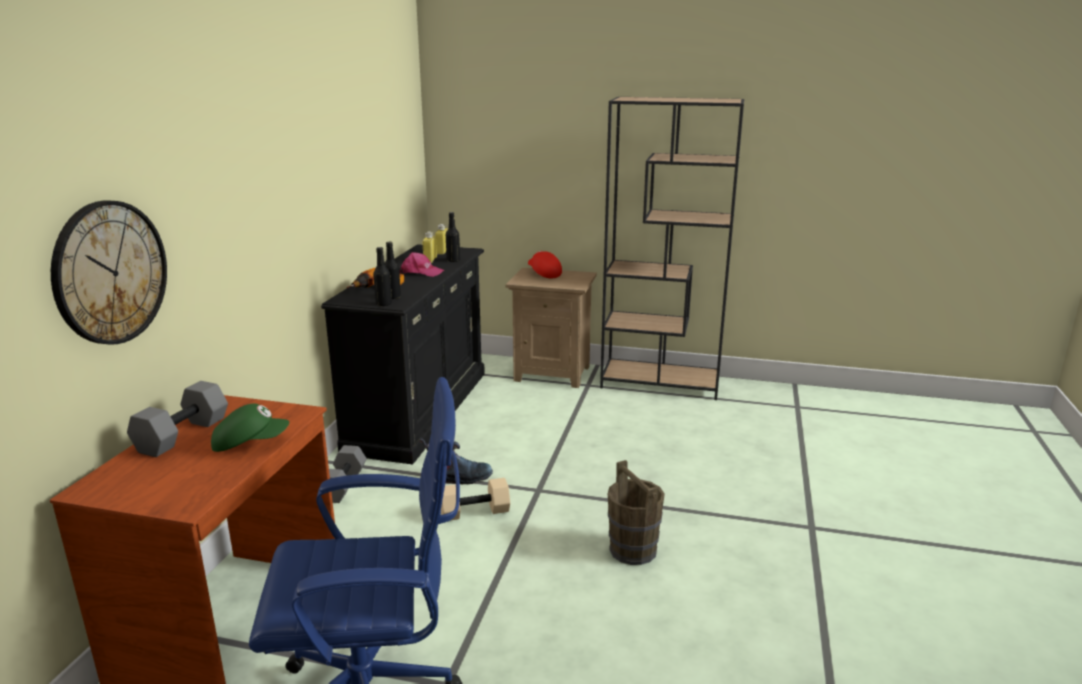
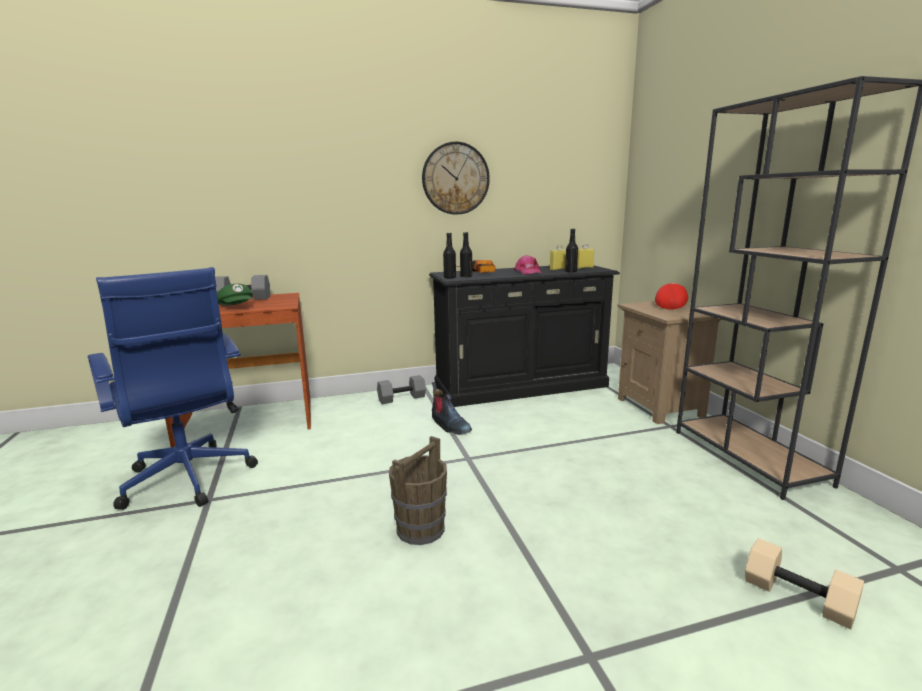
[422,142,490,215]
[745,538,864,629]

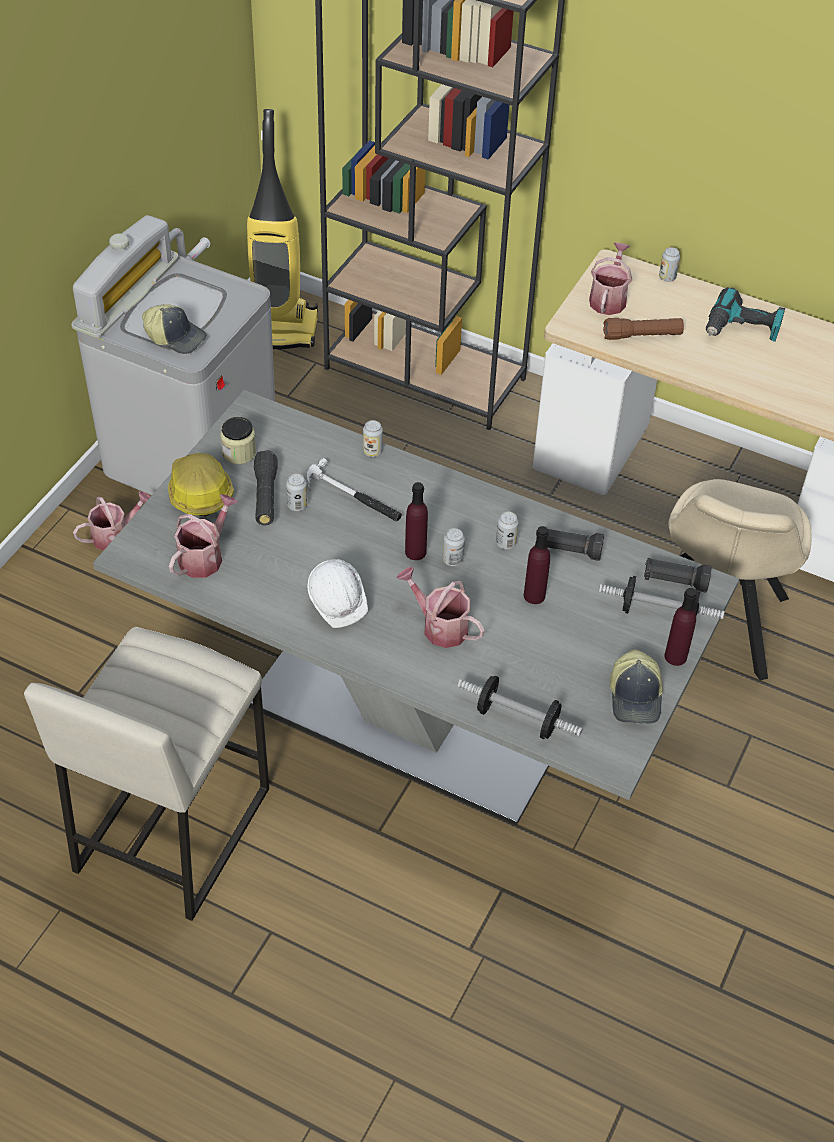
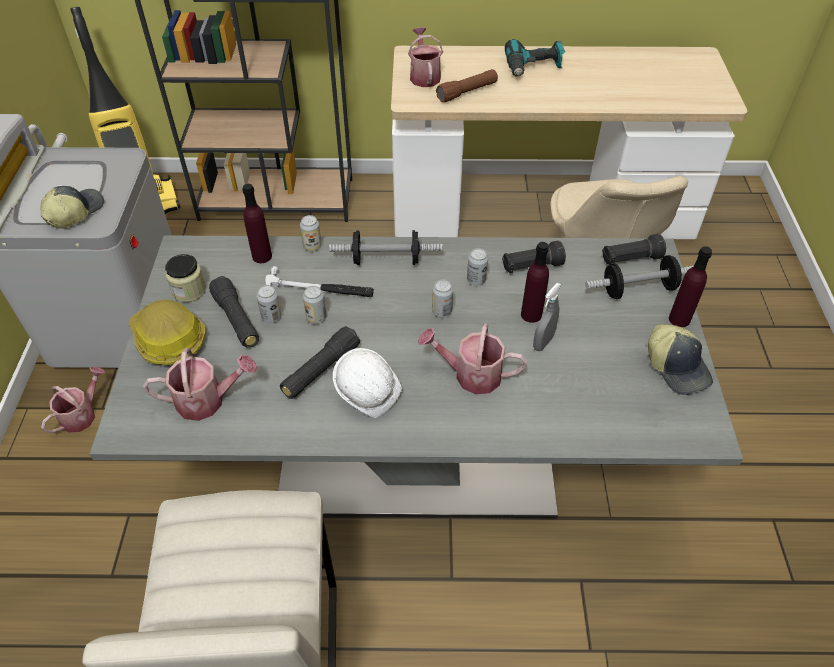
[40,186,104,229]
[143,348,257,421]
[242,184,272,263]
[329,230,443,265]
[303,286,326,324]
[280,326,360,399]
[533,283,561,351]

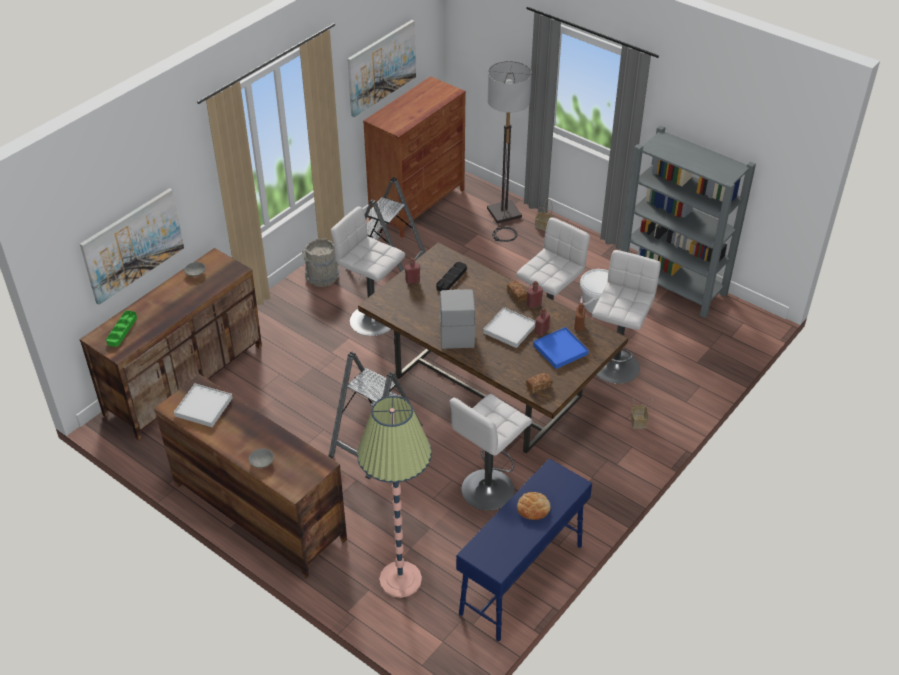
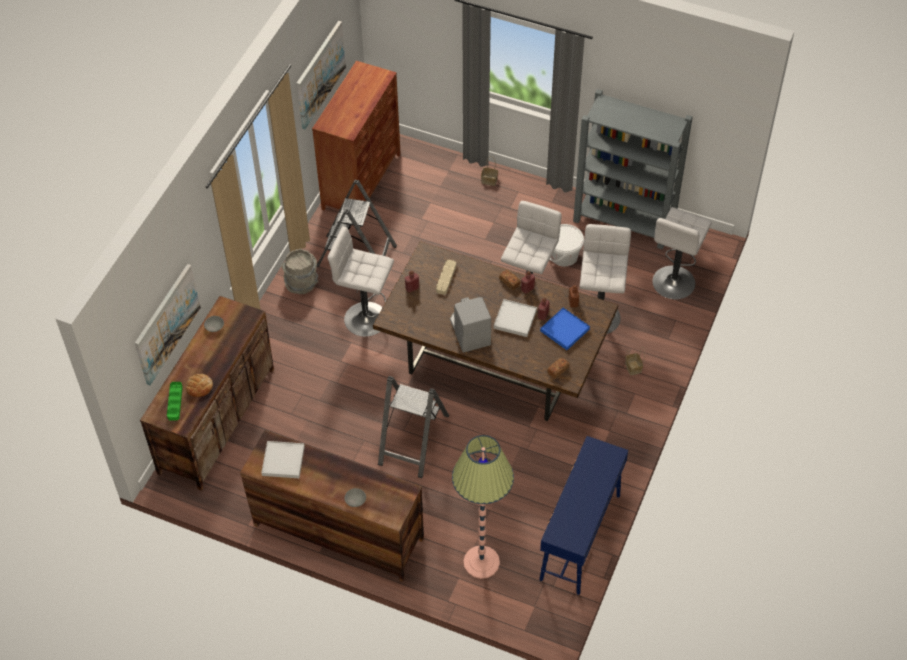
[436,260,456,295]
[652,207,712,299]
[487,61,532,242] (first image)
[186,374,213,397]

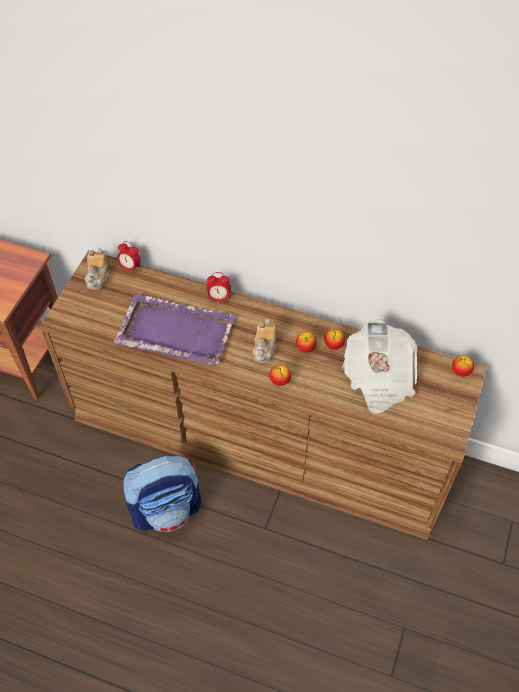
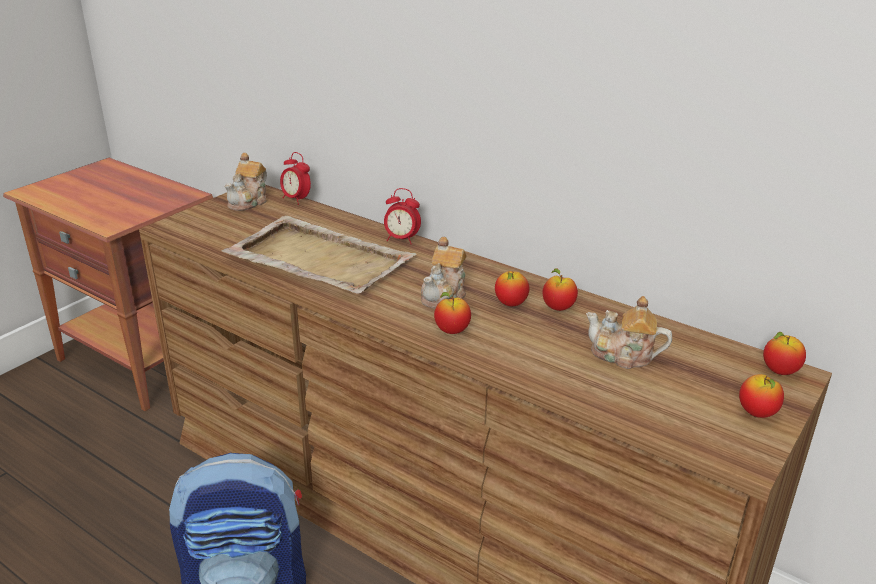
[221,215,416,294]
[586,296,672,369]
[739,374,784,418]

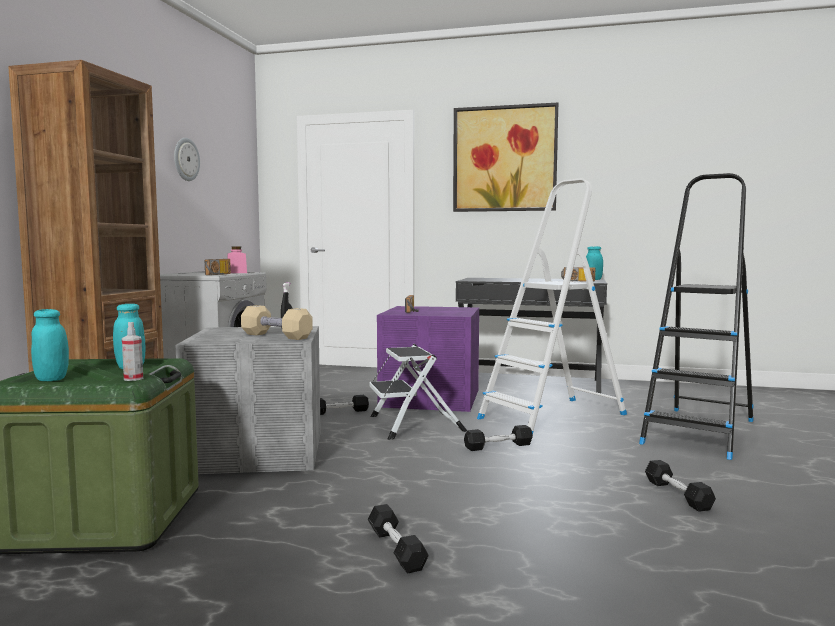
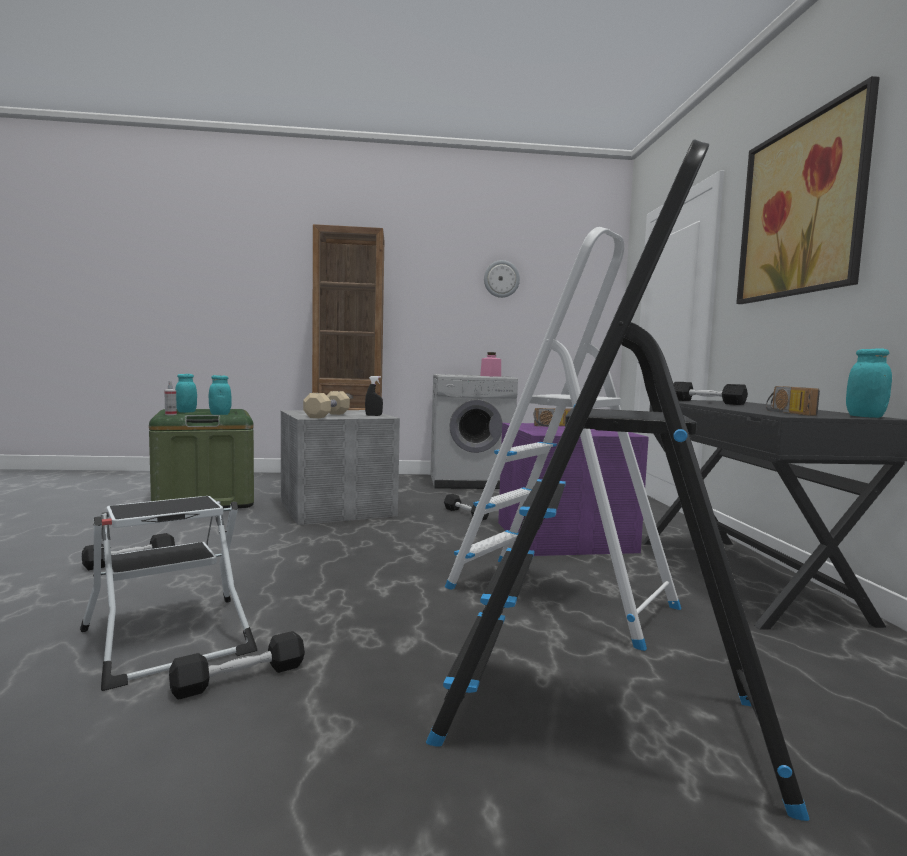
[205,259,231,275] (first image)
[80,496,257,691]
[673,382,748,405]

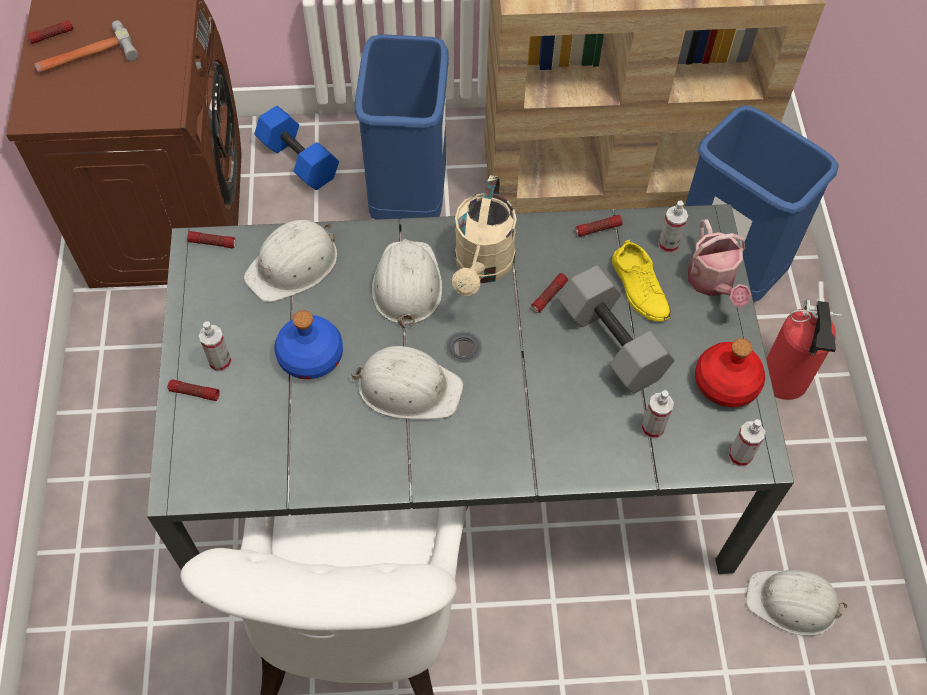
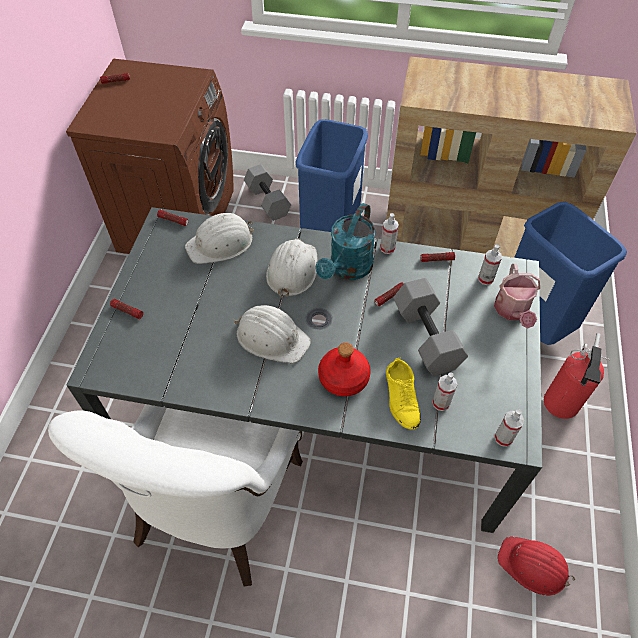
[34,21,138,73] (first image)
[380,213,399,254]
[244,164,291,221]
[275,310,343,379] (first image)
[316,203,375,280]
[386,358,421,429]
[318,343,371,396]
[497,536,575,596]

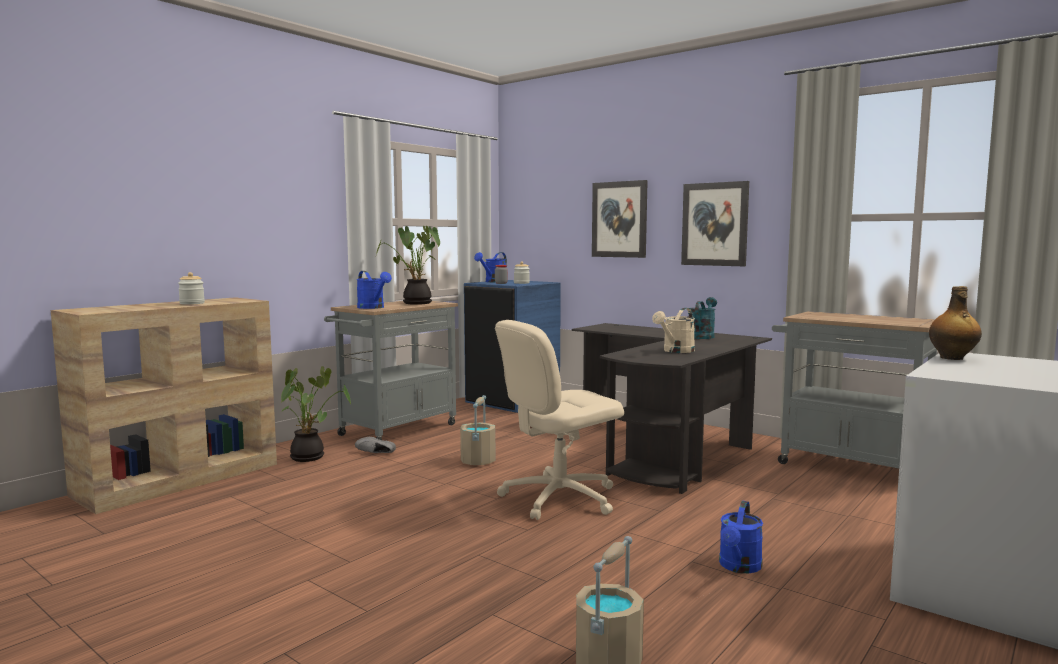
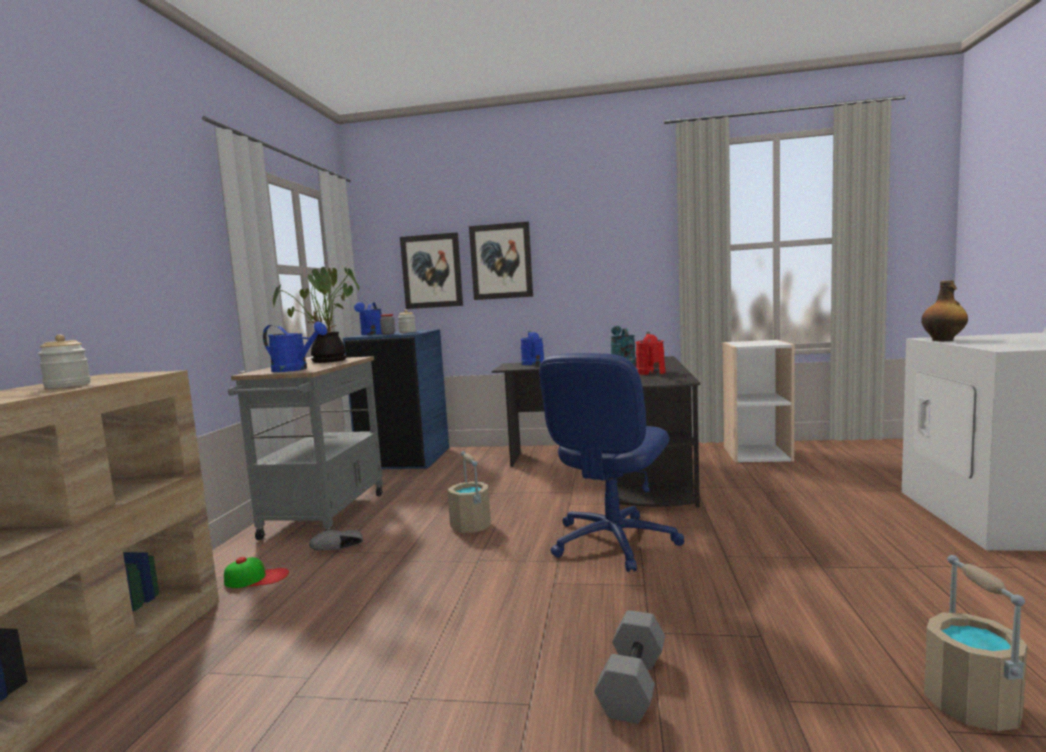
[224,557,289,588]
[539,353,684,572]
[635,332,666,375]
[400,232,463,309]
[520,331,544,365]
[723,340,795,462]
[594,610,665,724]

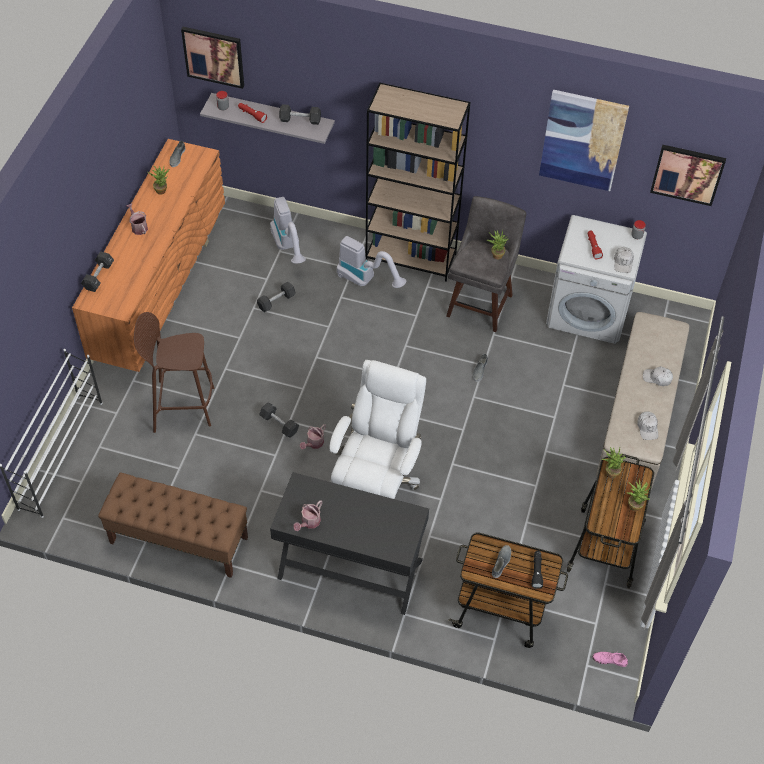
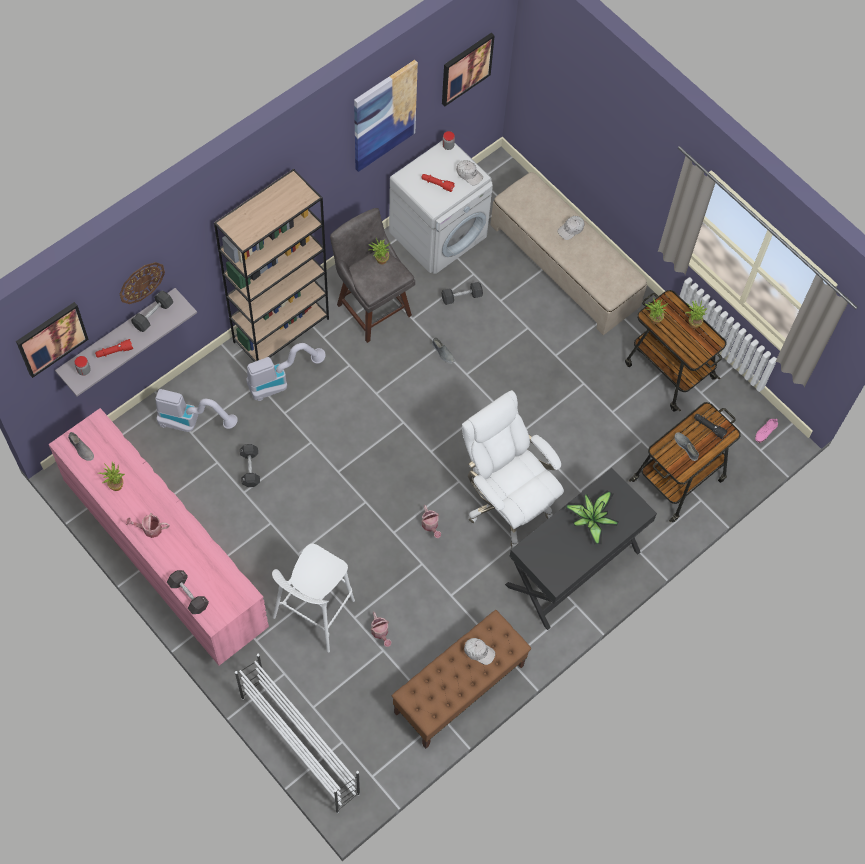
[49,408,269,666]
[272,544,355,652]
[441,282,483,305]
[371,612,391,647]
[464,638,495,665]
[120,262,165,304]
[565,491,619,544]

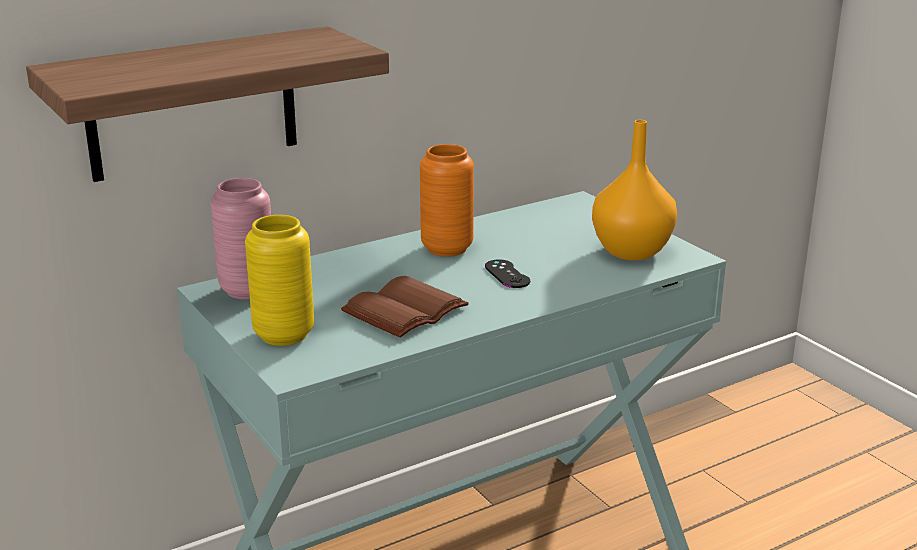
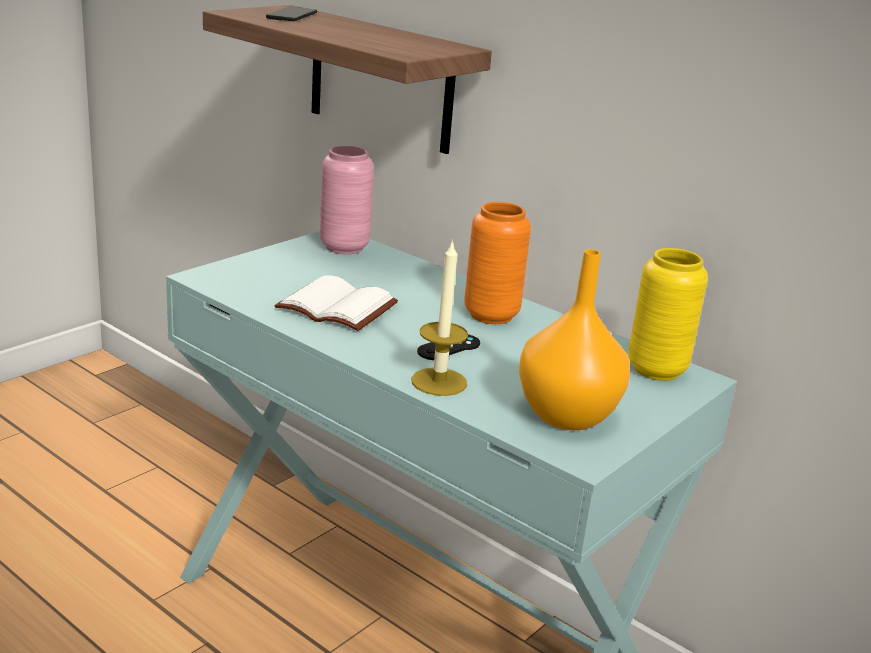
[628,248,708,381]
[274,275,398,331]
[266,7,317,21]
[411,239,468,396]

